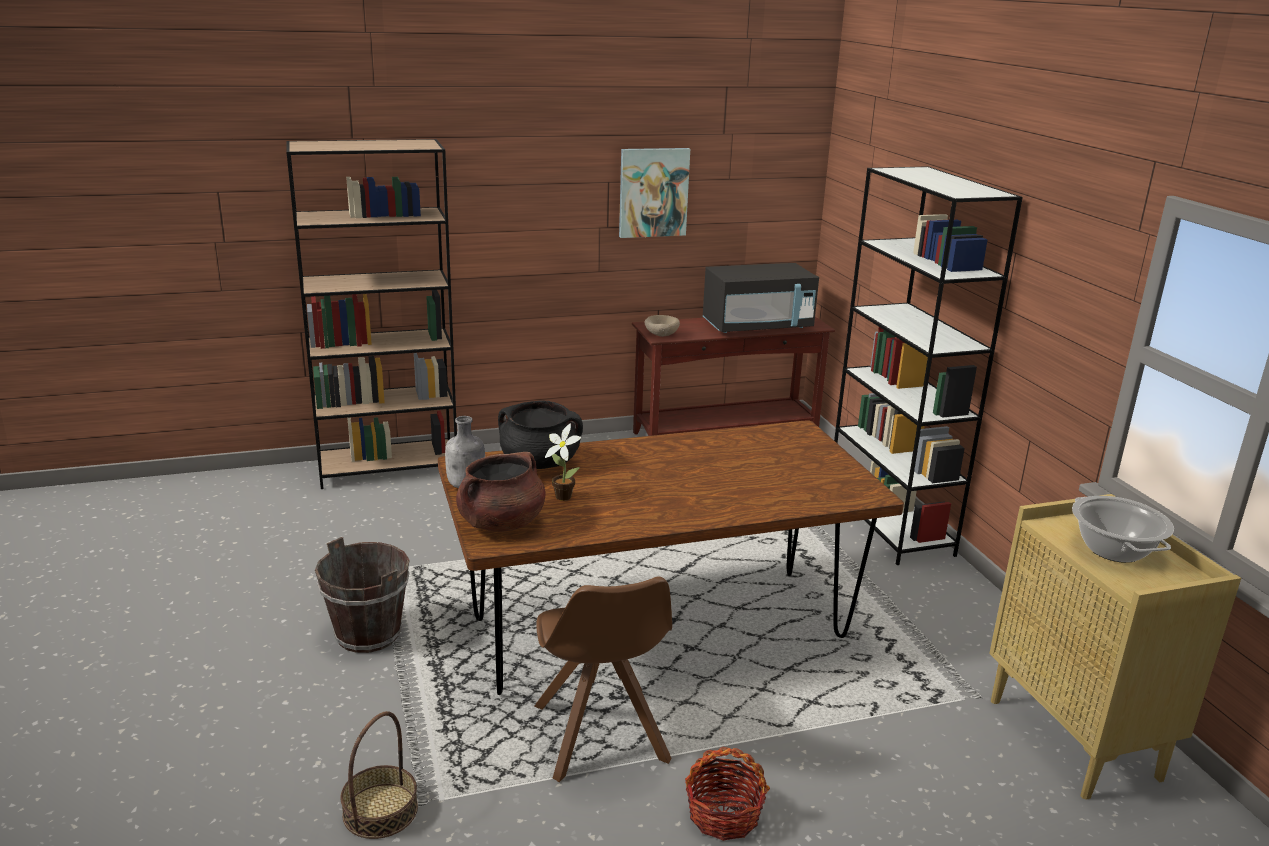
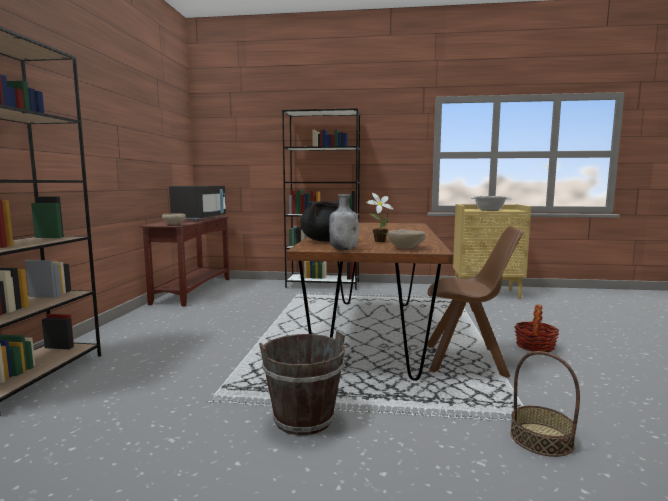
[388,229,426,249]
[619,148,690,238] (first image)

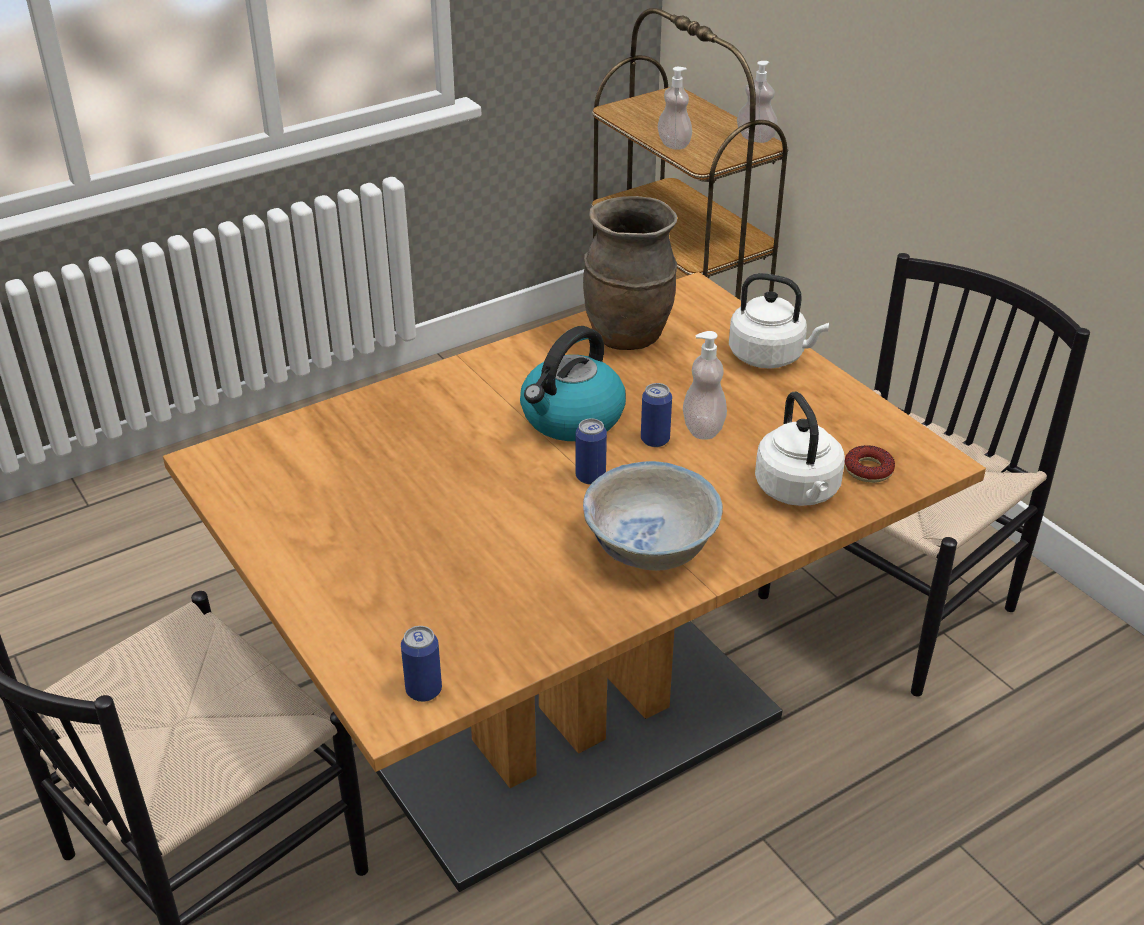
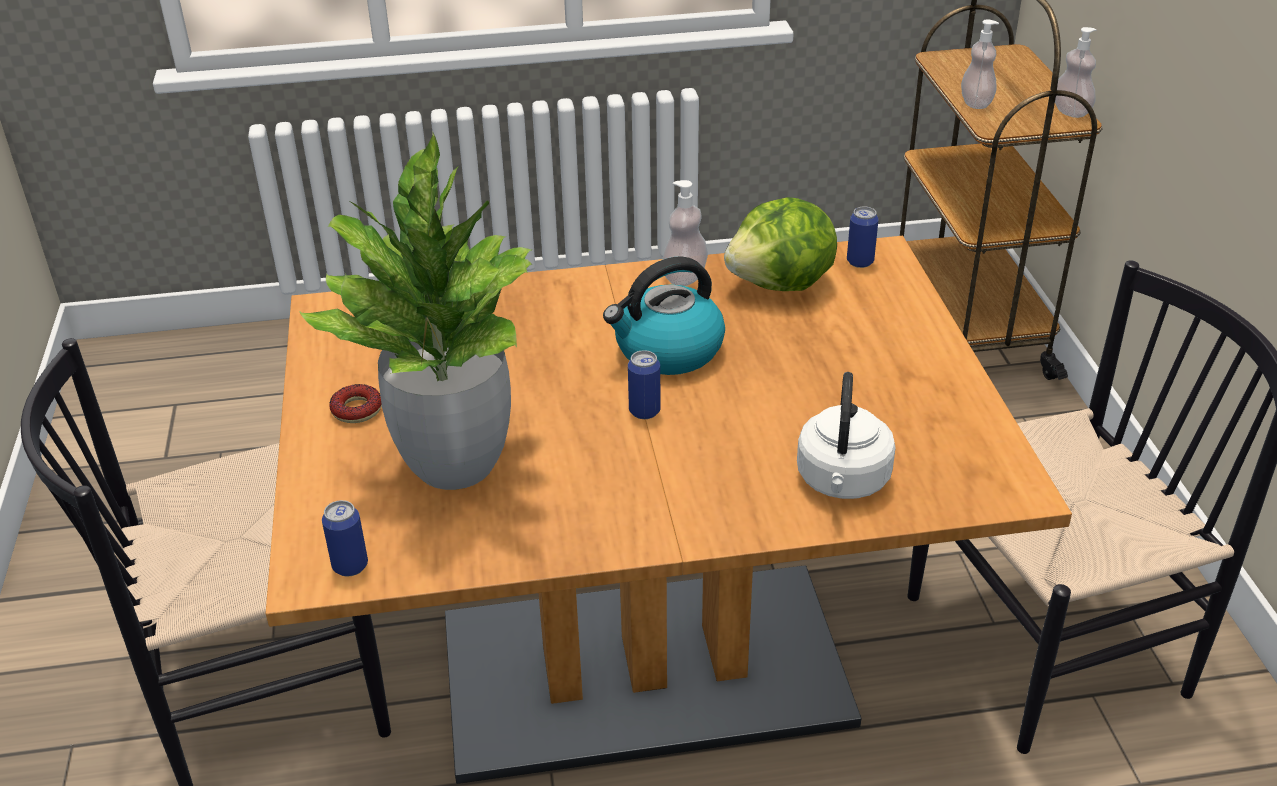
[724,197,837,291]
[583,461,723,571] (first image)
[847,206,879,268]
[662,180,708,286]
[729,273,829,369] (first image)
[329,384,382,423]
[299,131,533,490]

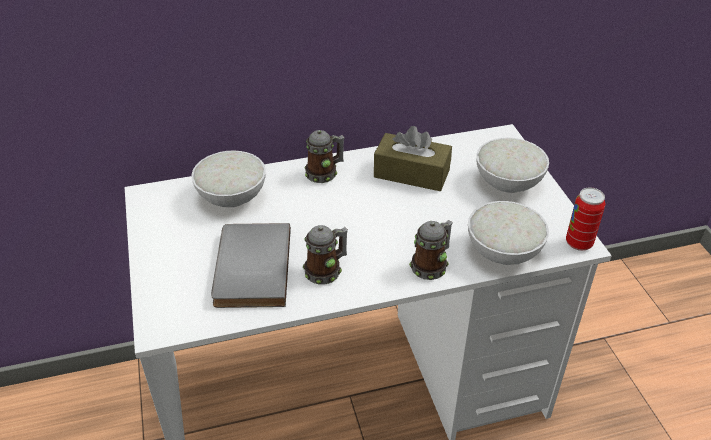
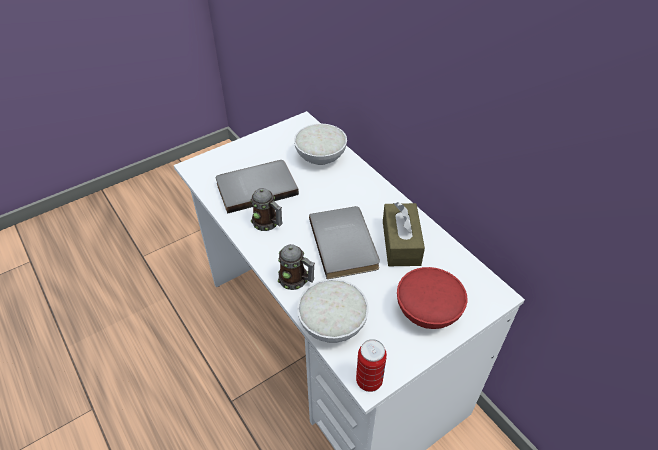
[305,130,345,183] (first image)
[397,267,467,329]
[309,206,380,279]

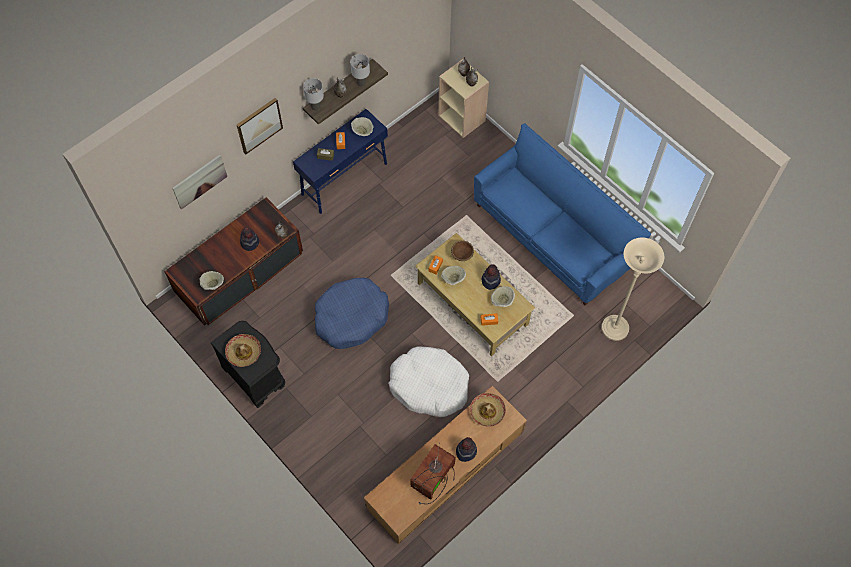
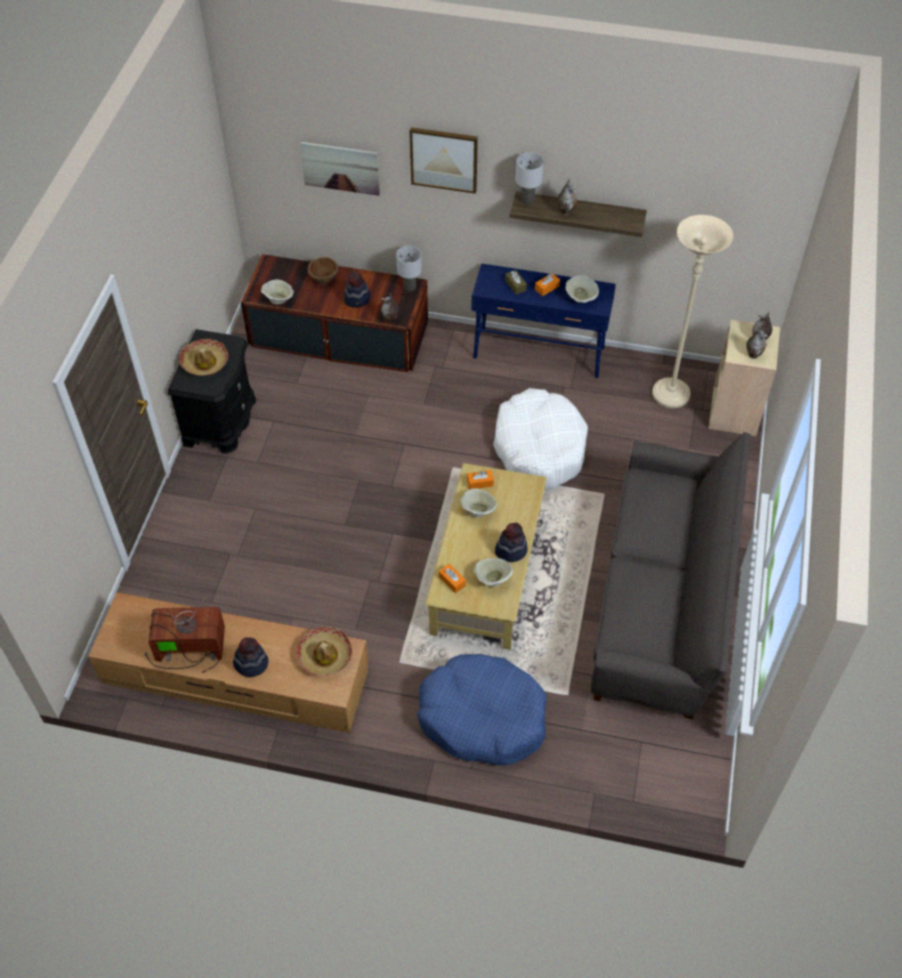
[417,654,547,766]
[396,246,422,292]
[493,388,588,490]
[308,257,339,284]
[591,432,751,719]
[652,215,733,408]

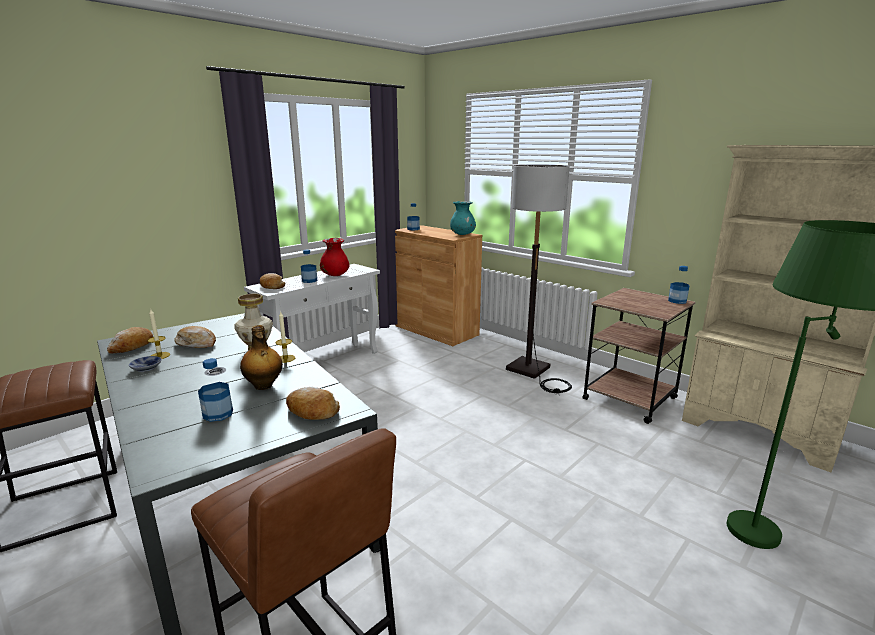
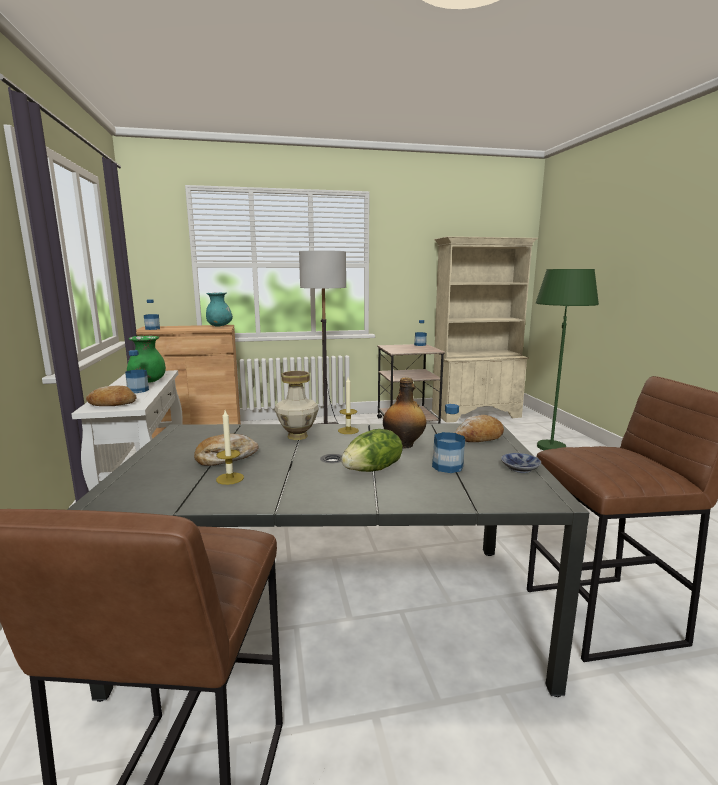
[107,327,153,353] (first image)
[501,453,541,473]
[127,336,166,383]
[341,429,403,472]

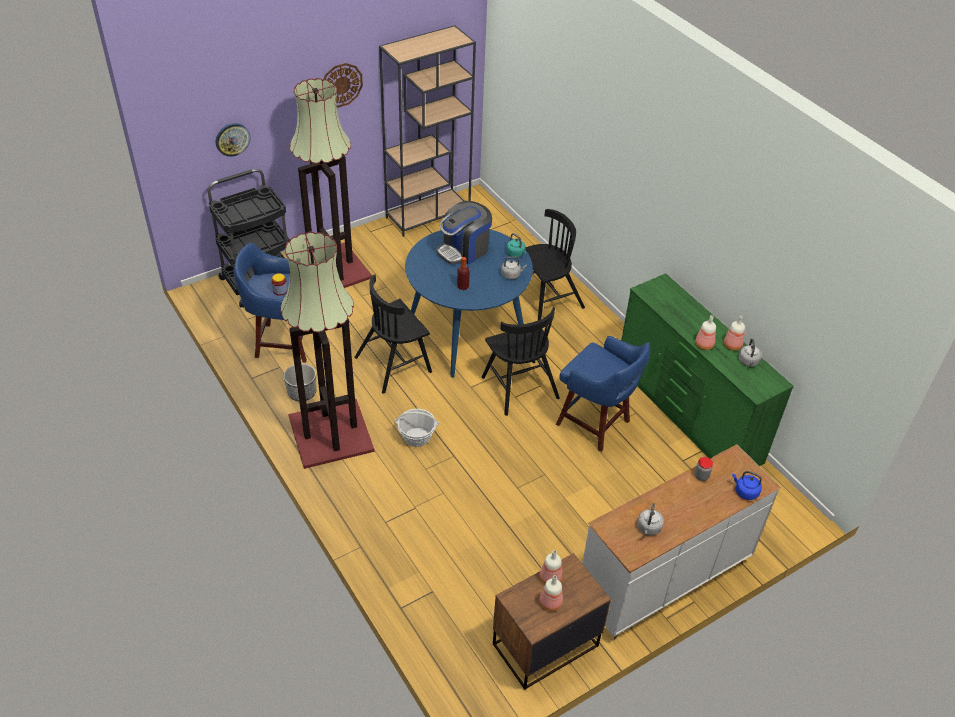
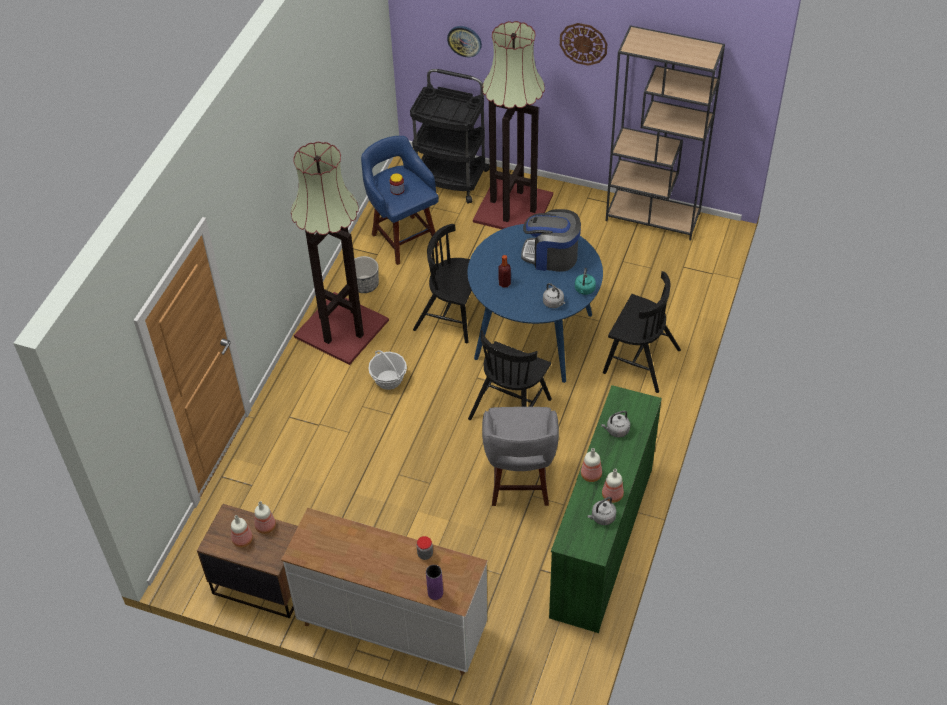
[482,407,559,506]
[601,411,630,437]
[426,565,443,600]

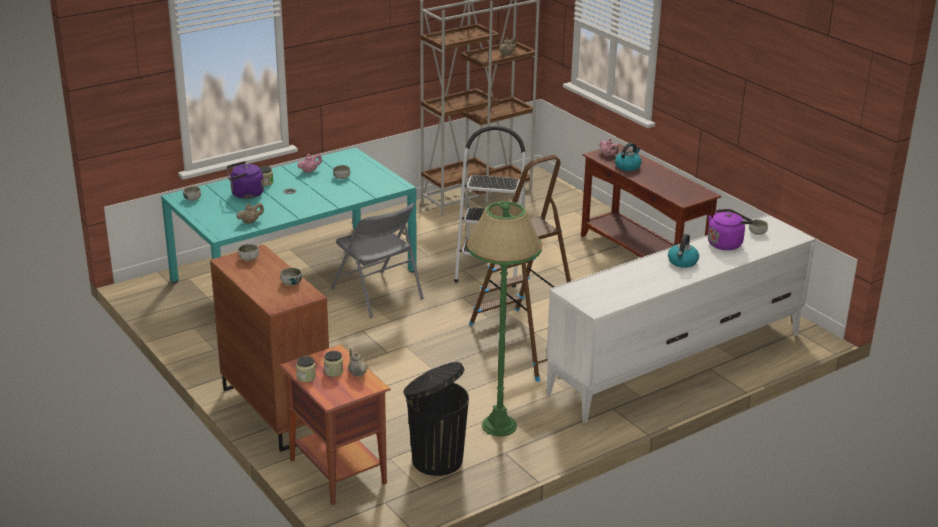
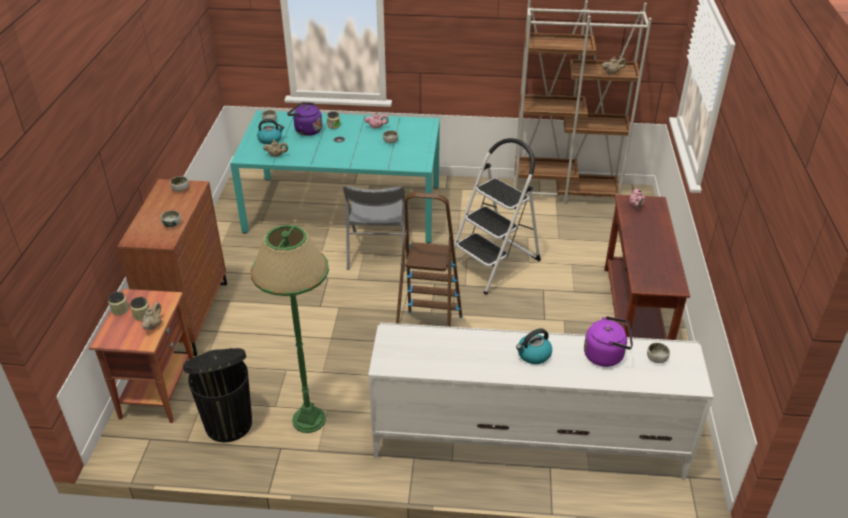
[257,119,285,145]

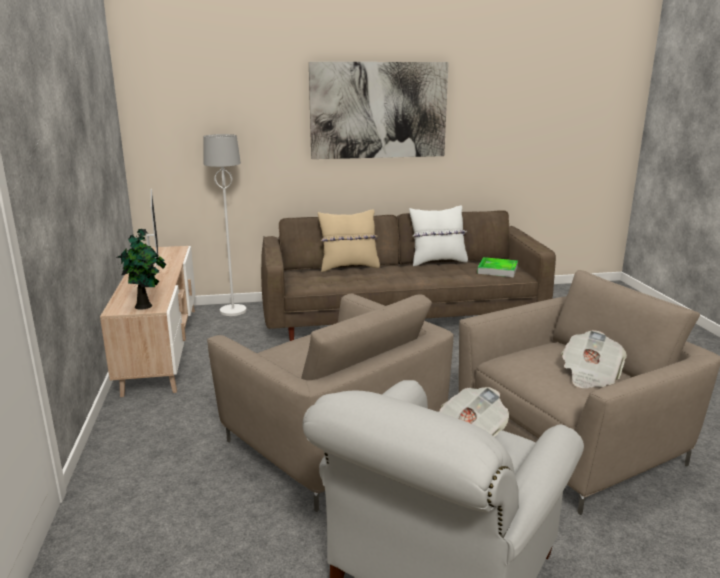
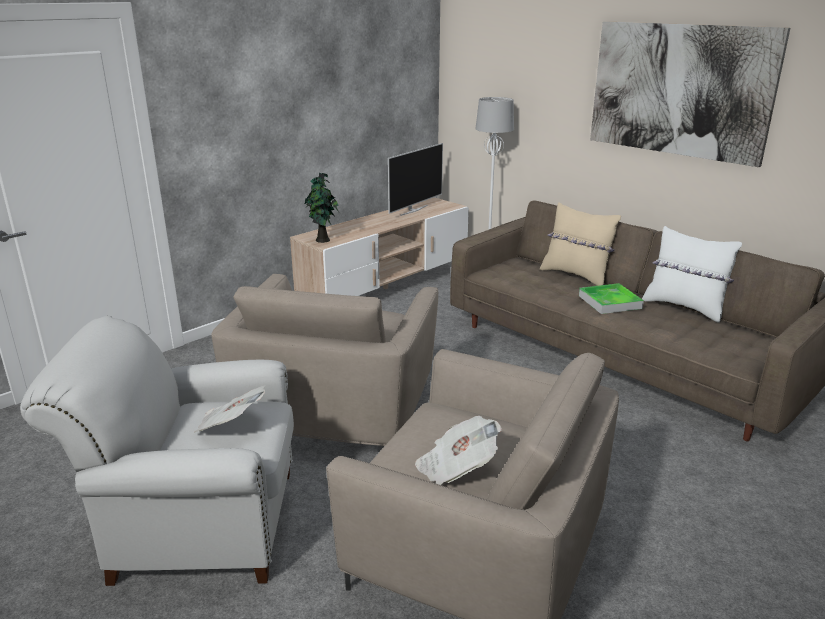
[579,283,644,314]

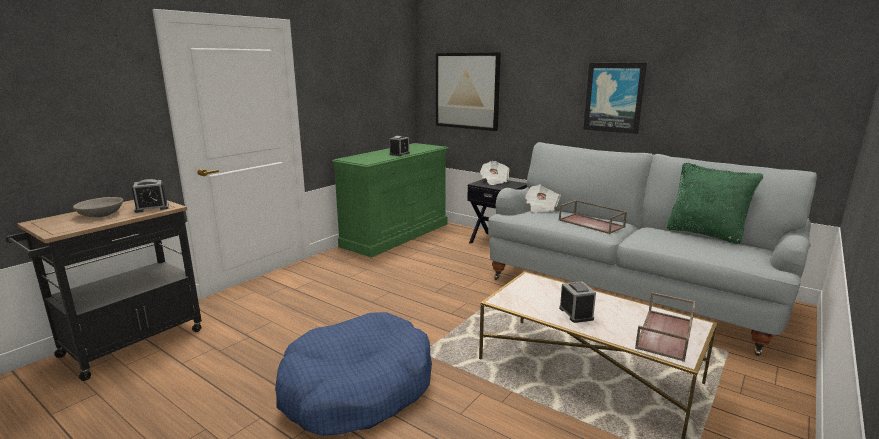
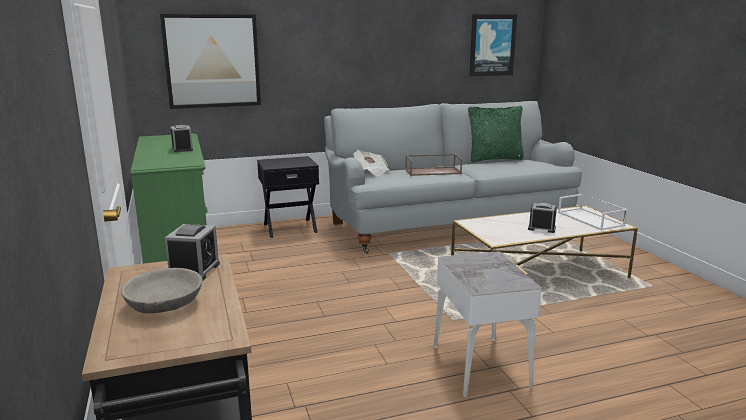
[434,251,542,397]
[480,161,509,185] (first image)
[469,14,517,76]
[558,194,628,230]

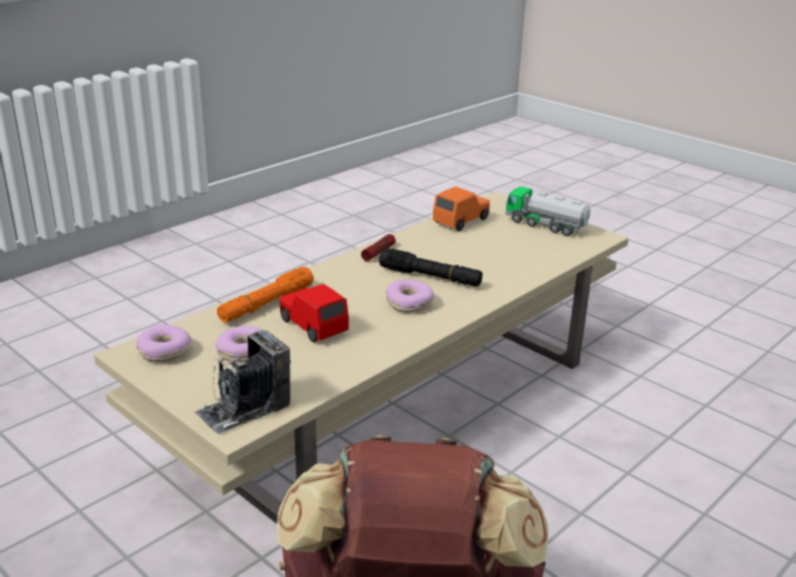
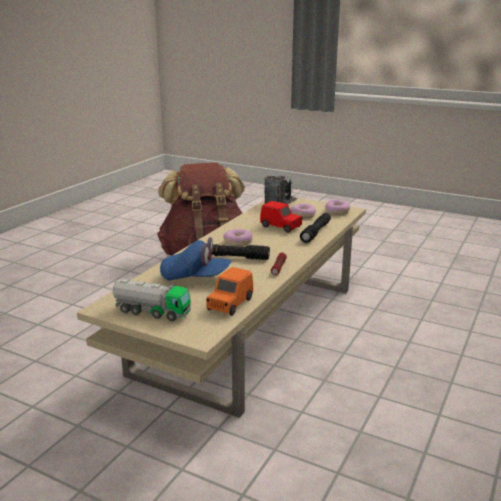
[300,213,331,243]
[160,237,231,281]

